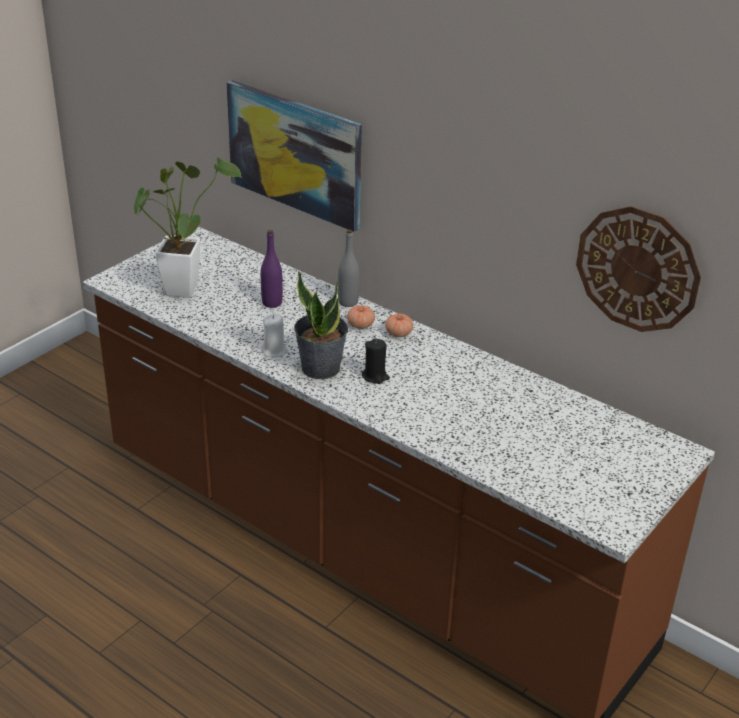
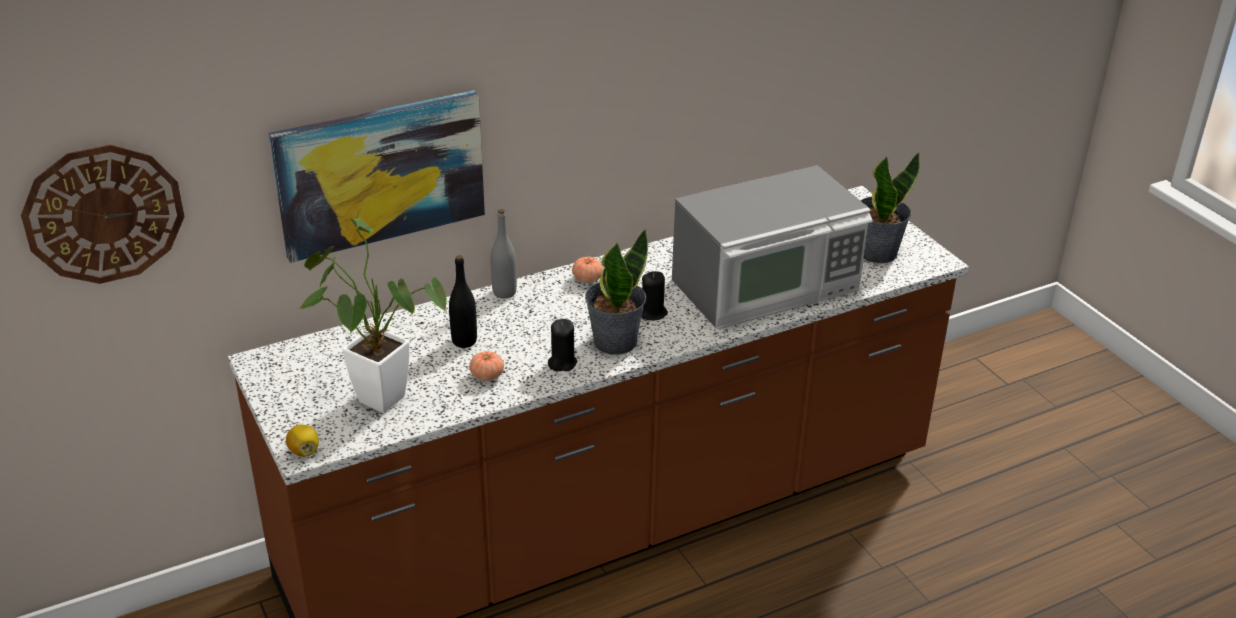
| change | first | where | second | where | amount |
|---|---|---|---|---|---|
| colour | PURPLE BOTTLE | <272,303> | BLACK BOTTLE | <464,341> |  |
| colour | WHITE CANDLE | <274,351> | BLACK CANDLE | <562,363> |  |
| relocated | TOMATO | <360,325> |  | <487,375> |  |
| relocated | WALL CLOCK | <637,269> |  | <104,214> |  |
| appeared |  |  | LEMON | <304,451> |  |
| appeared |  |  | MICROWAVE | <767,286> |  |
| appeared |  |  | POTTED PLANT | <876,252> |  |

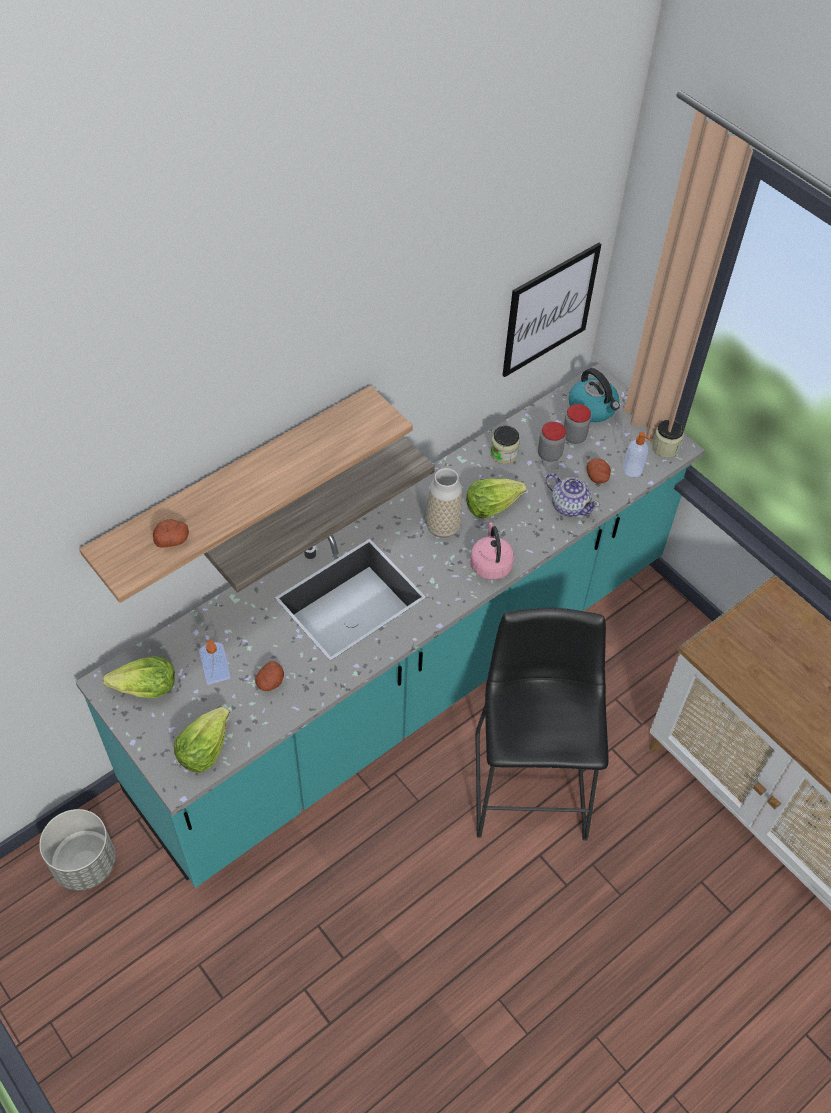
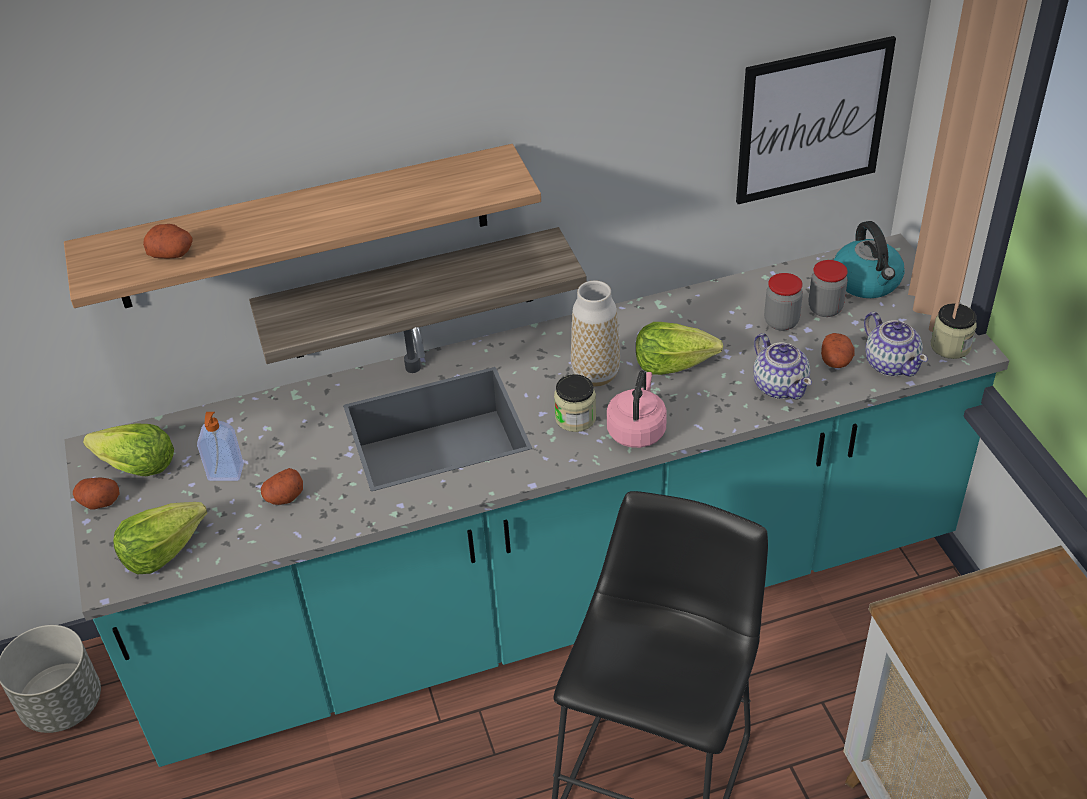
| change | first | where | second | where | amount |
|---|---|---|---|---|---|
| relocated | JAR | <504,454> |  | <575,418> |  |
| exchanged | SOAP DISPENSER | <633,470> | TEAPOT | <891,363> |  |
| appeared |  |  | POTATO | <98,502> |  |

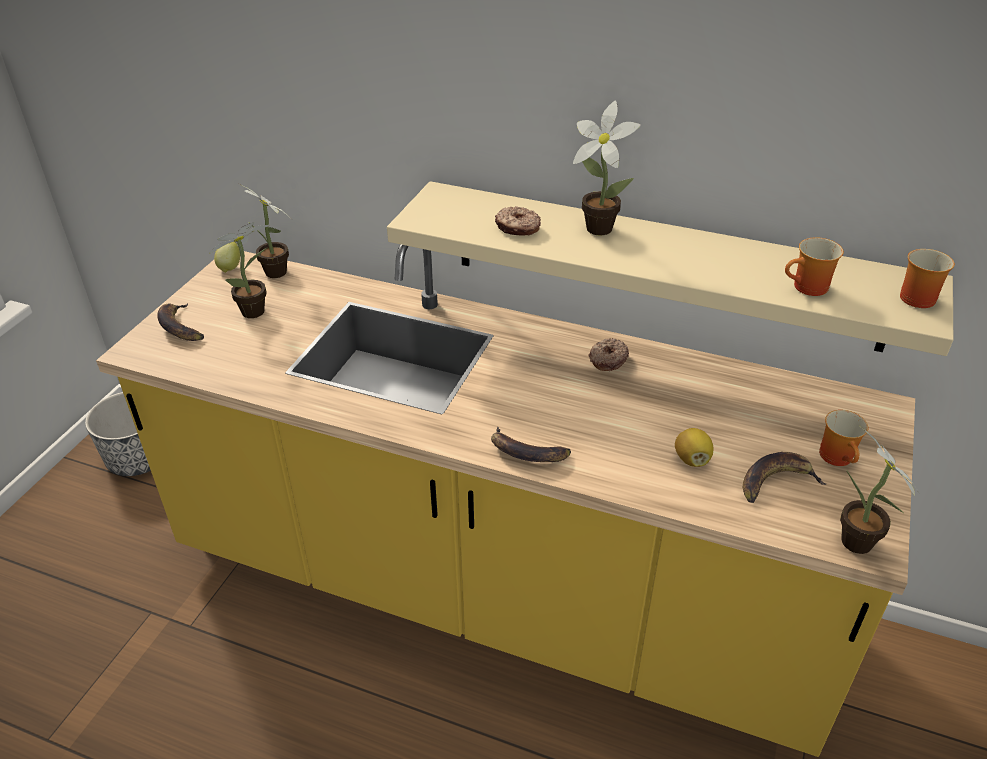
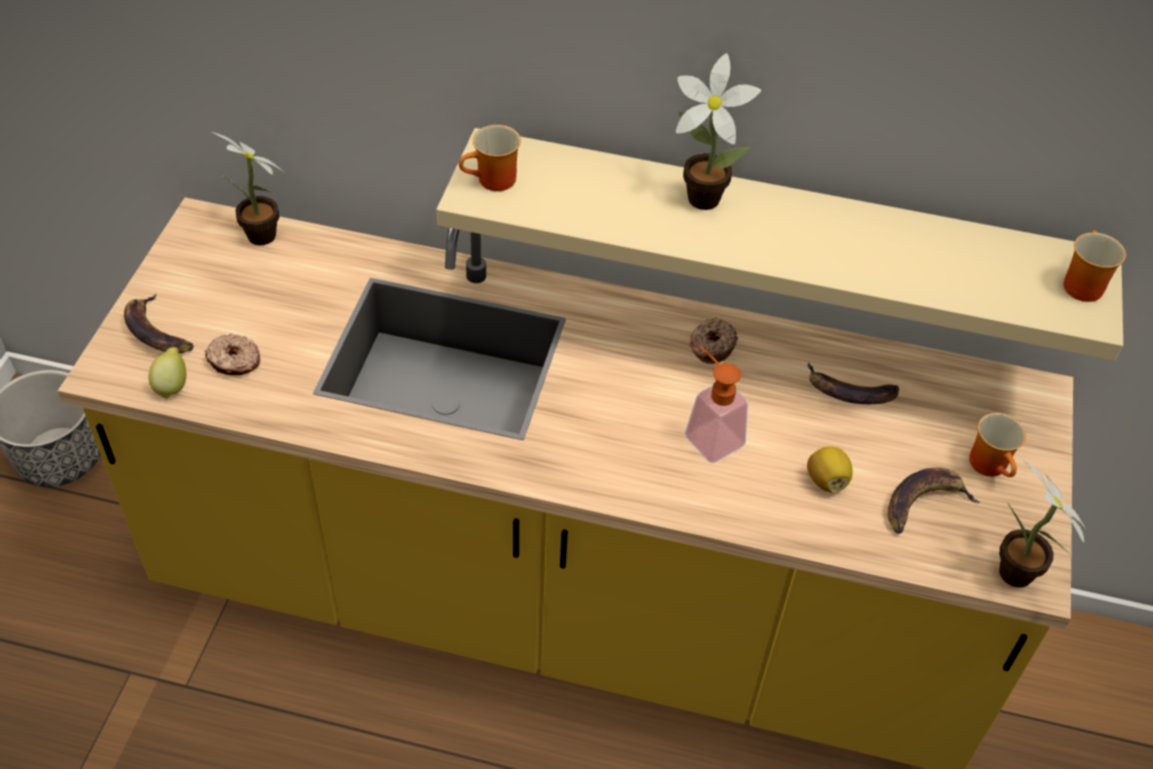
| change | first | where | second | where | amount |
|---|---|---|---|---|---|
| missing | POTTED PLANT | <257,310> |  |  |  |
| relocated | LEMON | <230,267> |  | <172,385> |  |
| relocated | BANANA | <526,452> |  | <849,392> |  |
| relocated | DONUT | <517,228> |  | <234,361> |  |
| relocated | MUG | <808,289> |  | <494,182> |  |
| appeared |  |  | SOAP DISPENSER | <707,434> |  |

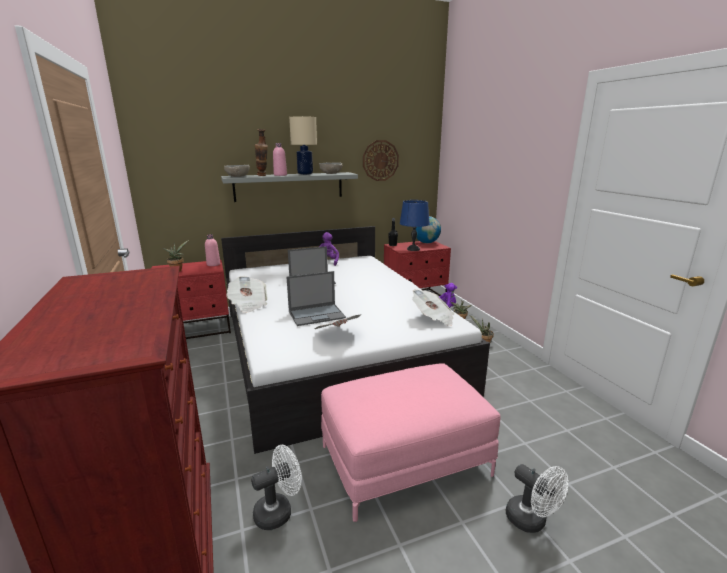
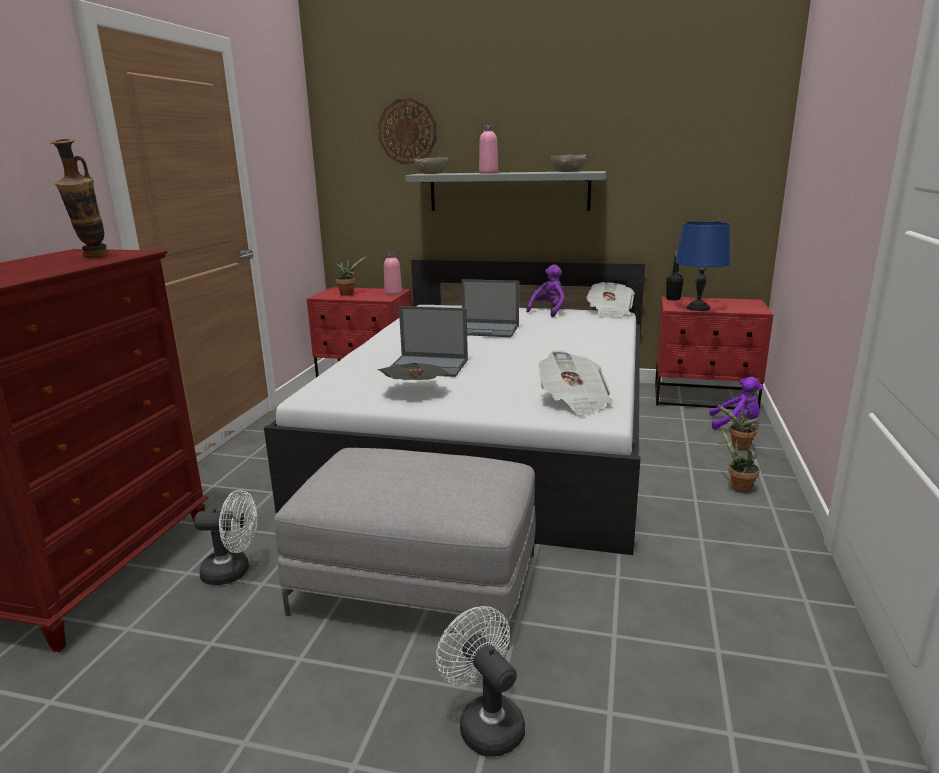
| change | first | where | second | where | amount |
|---|---|---|---|---|---|
| relocated | NEWSPAPER | <248,304> |  | <609,312> |  |
| relocated | VASE | <263,176> |  | <92,257> |  |
| missing | BEIGE TABLE LAMP | <305,174> |  |  |  |
| colour | PINK OTTOMAN | <404,459> | GREY OTTOMAN | <417,581> |  |
| relocated | WALL CLOCK | <380,160> |  | <407,131> |  |
| missing | GLOBE | <426,243> |  |  |  |
| spun | WHITE FAN | <531,521> |  | <485,722> | 150 degrees clockwise |

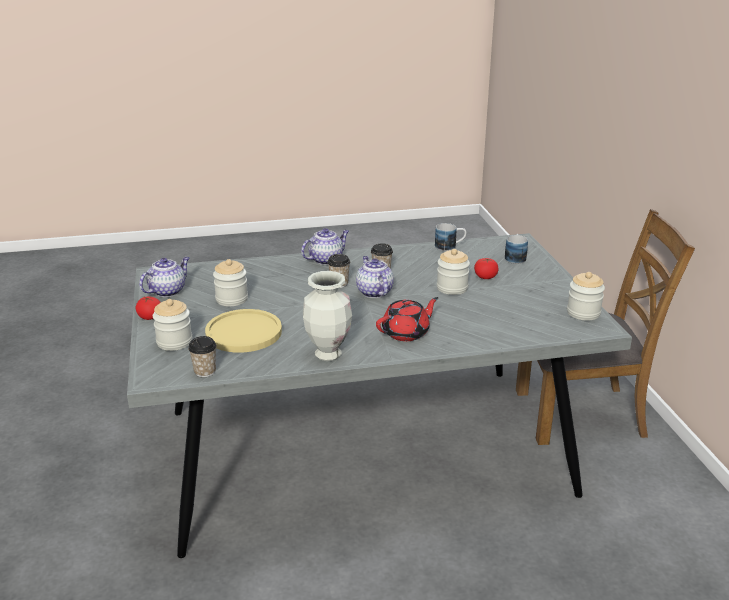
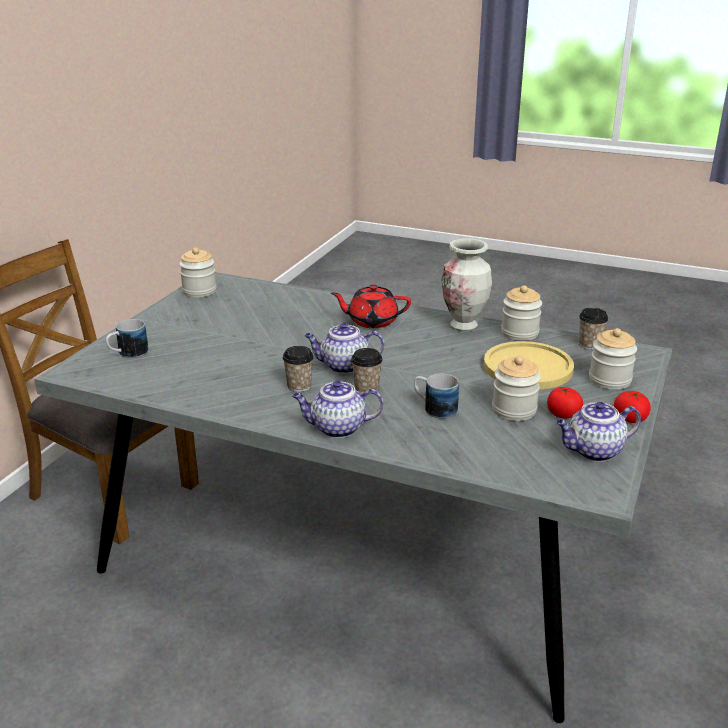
| change | first | where | second | where | amount |
|---|---|---|---|---|---|
| spun | TEAPOT | <373,292> |  | <343,366> | 75 degrees clockwise |
| relocated | MUG | <450,247> |  | <434,408> |  |
| relocated | JAR | <452,288> |  | <519,333> |  |
| relocated | TOMATO | <485,277> |  | <563,415> |  |

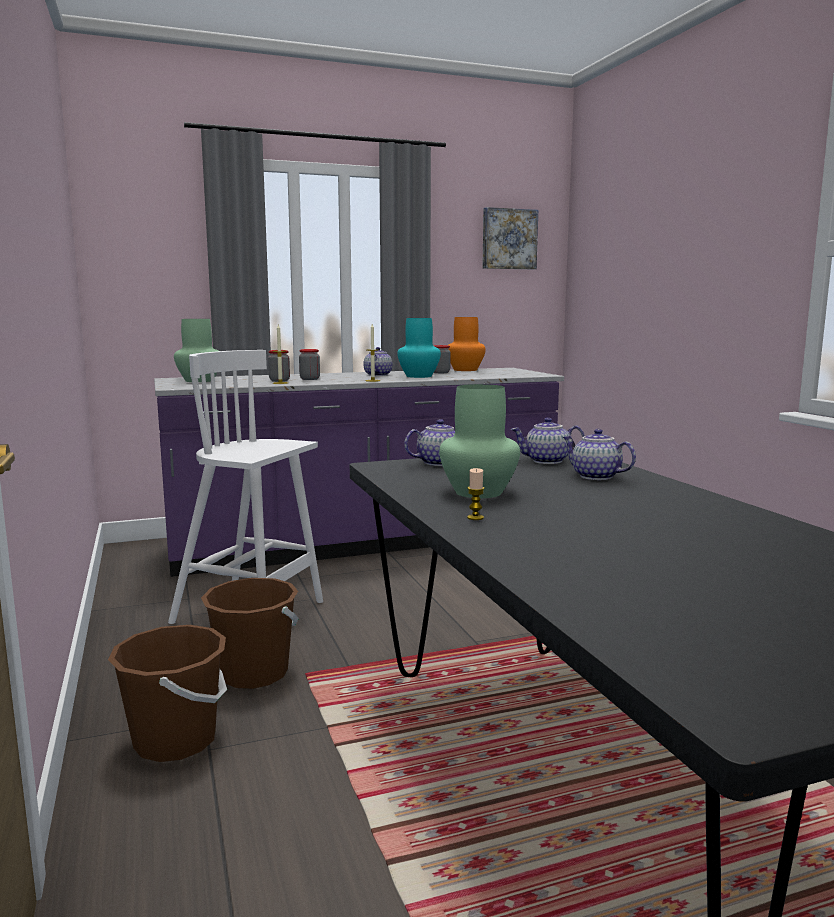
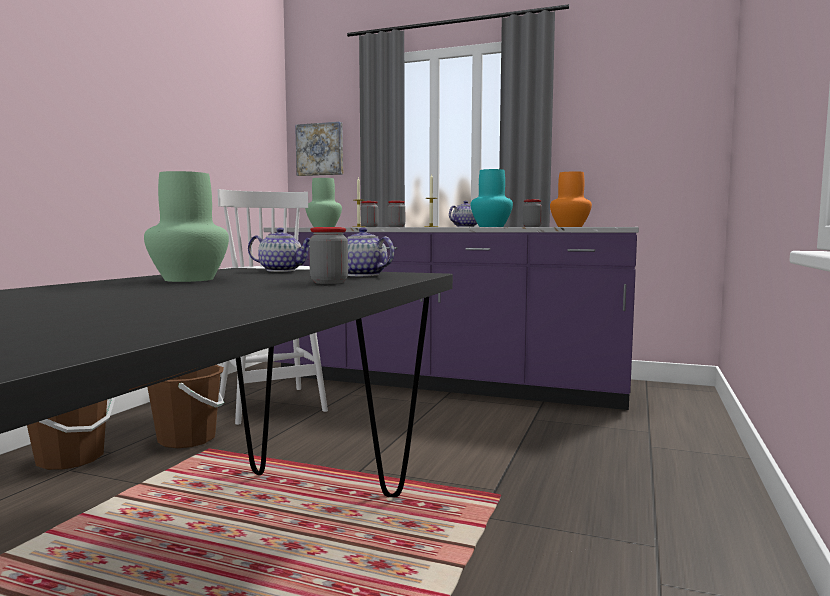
| change | first | where | second | where | amount |
|---|---|---|---|---|---|
| missing | CANDLE | <475,518> |  |  |  |
| relocated | PICTURE | <508,239> |  | <320,149> |  |
| exchanged | TEAPOT | <595,476> | JAR | <329,282> |  |

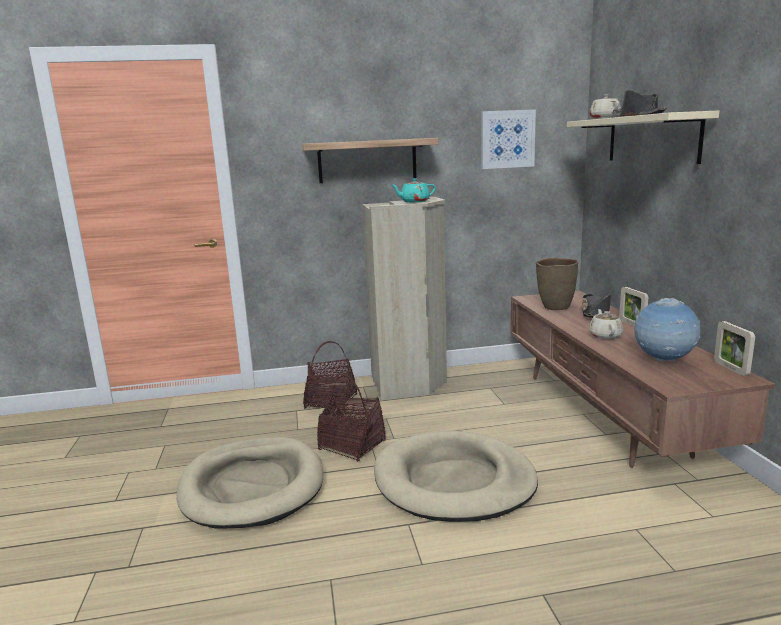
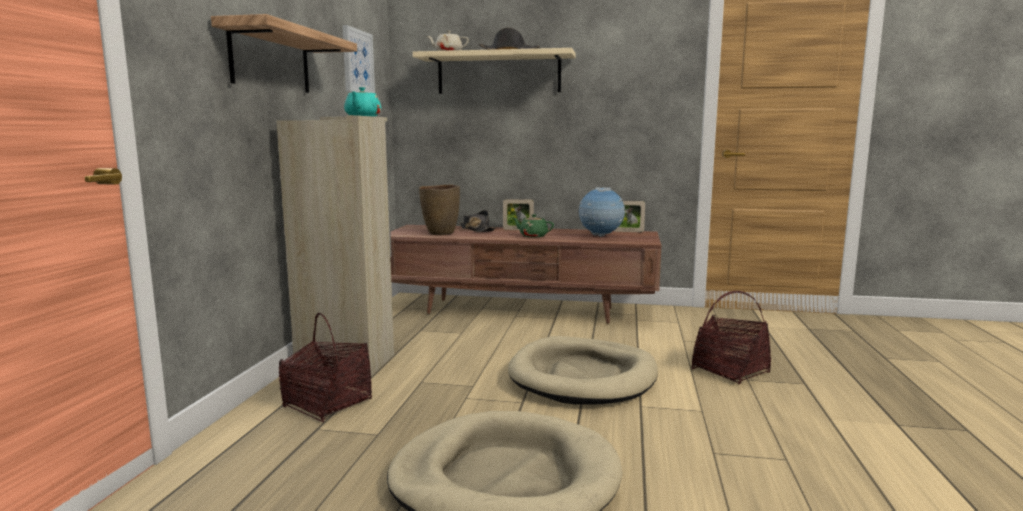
| change | first | where | second | where | amount |
|---|---|---|---|---|---|
| relocated | BASKET | <352,446> |  | <730,371> |  |
| colour | BEIGE TEAPOT | <605,335> | GREEN TEAPOT | <533,236> |  |

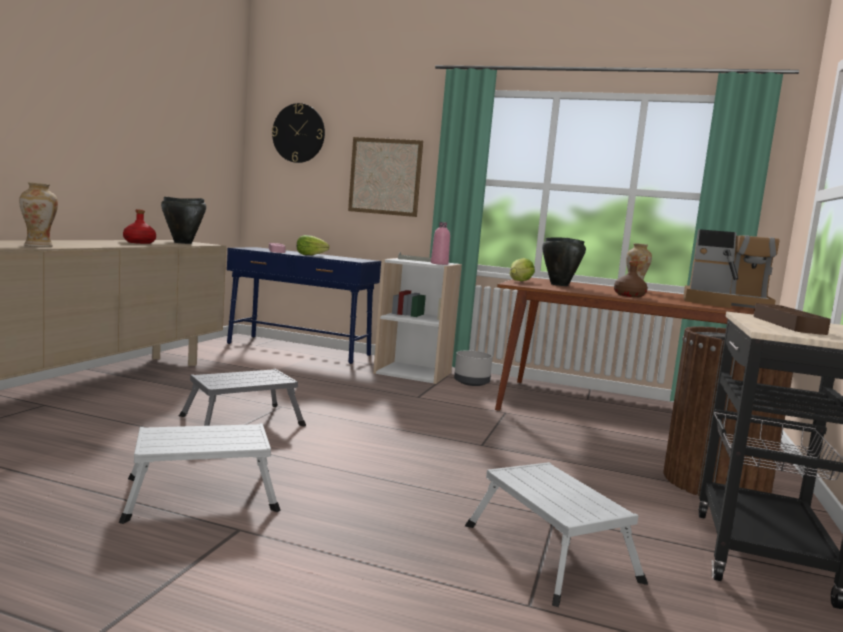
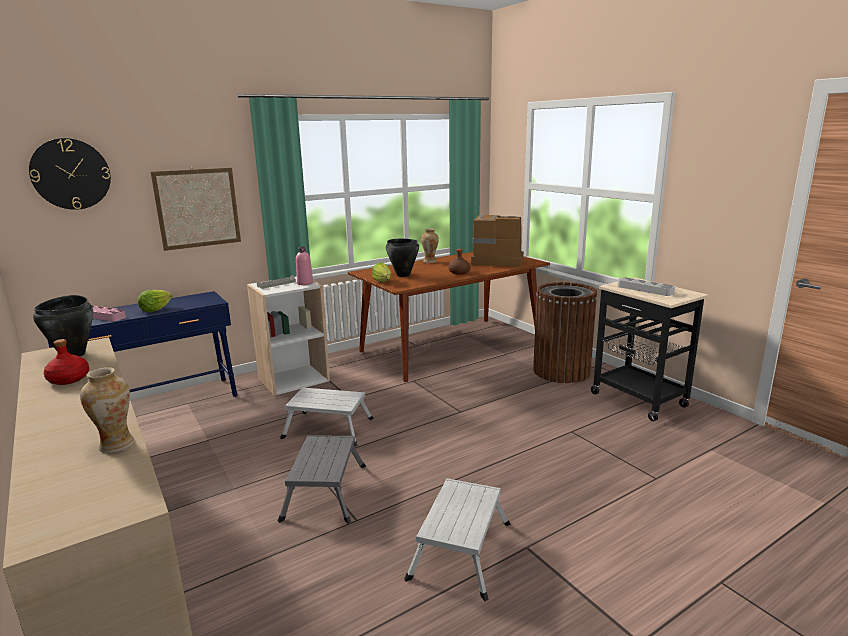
| change | first | where | second | where | amount |
|---|---|---|---|---|---|
| missing | GREY PLANTER | <471,382> |  |  |  |
| relocated | WHITE STEP LADDER | <551,553> |  | <329,428> |  |
| spun | COFFEE MACHINE | <726,304> |  | <497,260> | 135 degrees counterclockwise |
| colour | BROWN TRAY | <787,324> | GREY TRAY | <645,289> |  |

